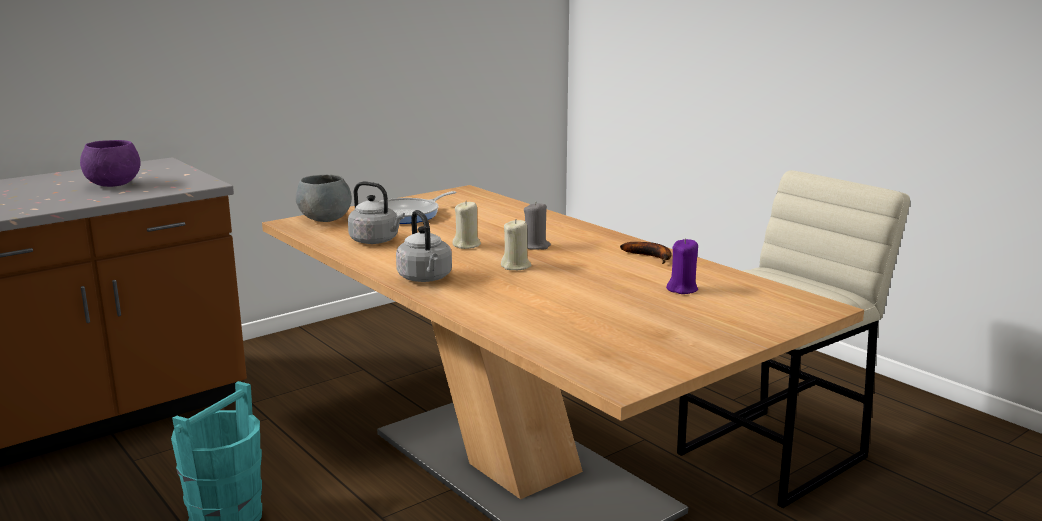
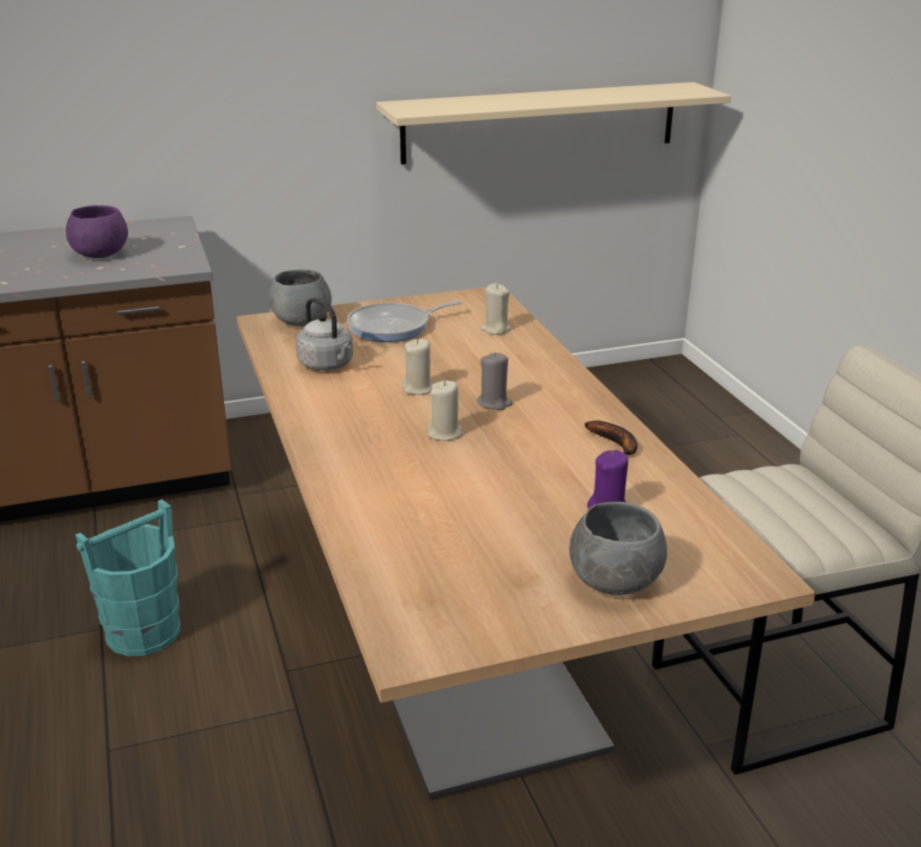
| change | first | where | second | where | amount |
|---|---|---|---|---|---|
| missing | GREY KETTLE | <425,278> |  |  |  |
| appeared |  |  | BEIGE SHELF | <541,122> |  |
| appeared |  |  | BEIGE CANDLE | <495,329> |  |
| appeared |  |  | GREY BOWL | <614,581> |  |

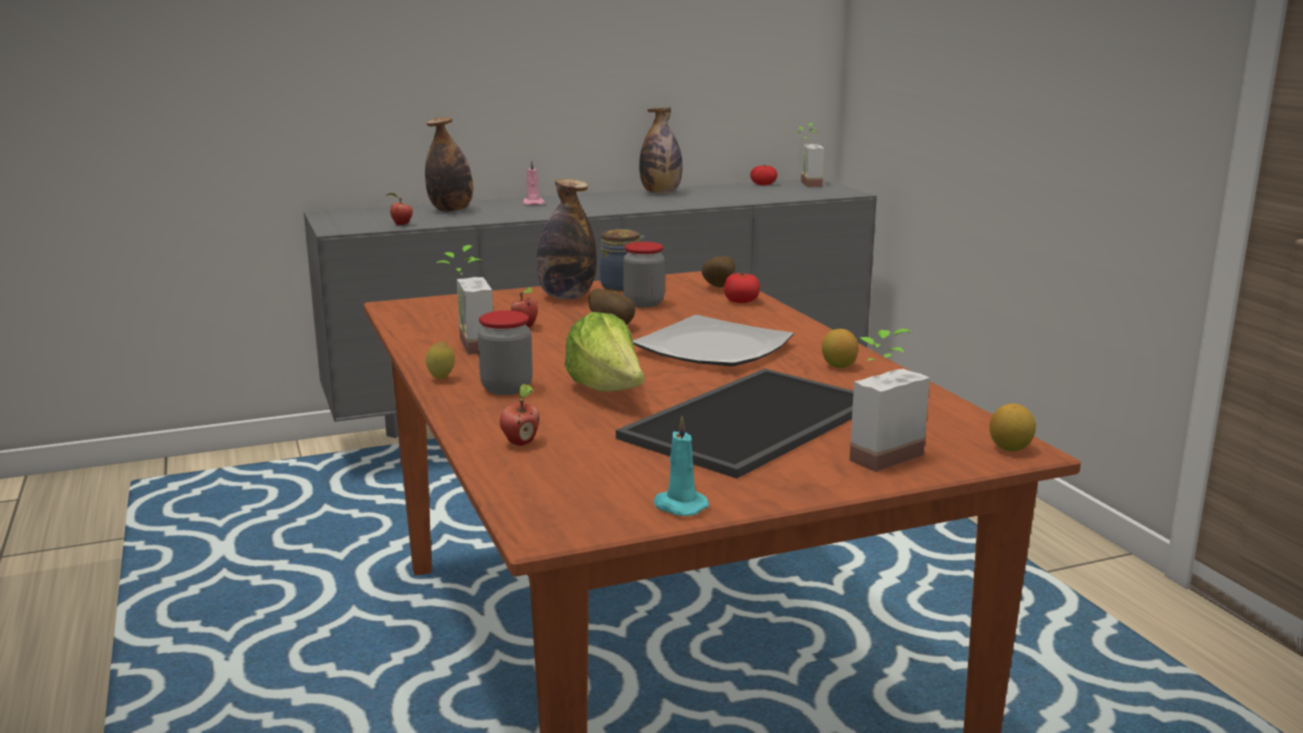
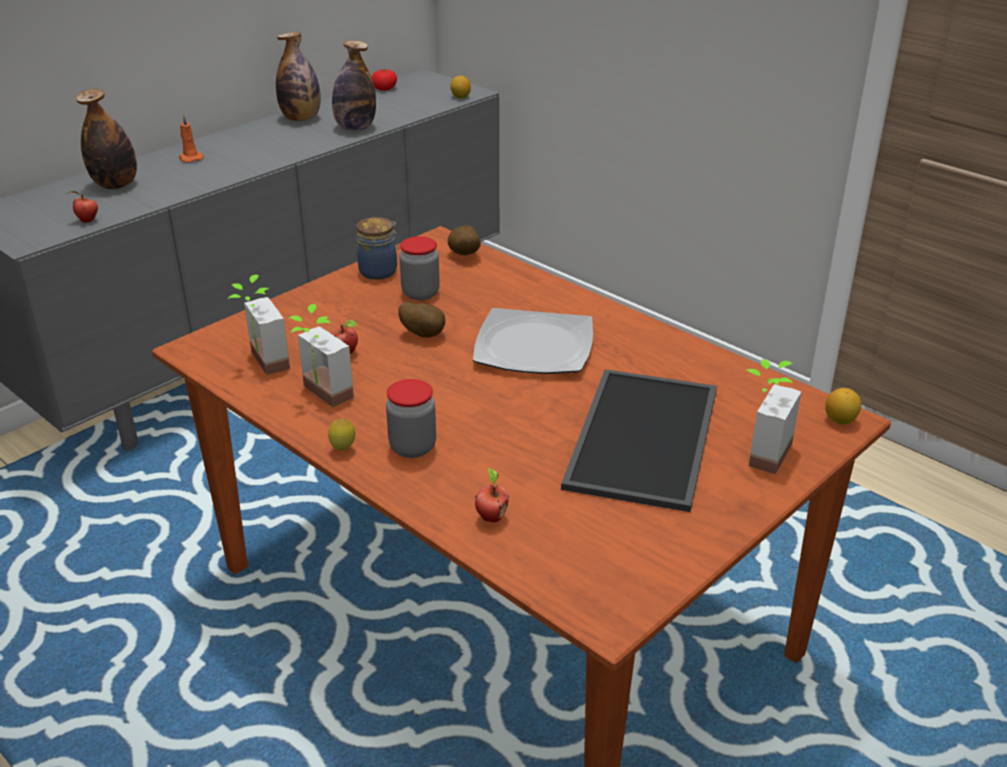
| change | first | where | second | where | amount |
|---|---|---|---|---|---|
| colour | PINK CANDLE | <533,203> | ORANGE CANDLE | <190,158> |  |
| relocated | BOTTLE | <566,297> |  | <355,128> |  |
| missing | LETTUCE | <608,392> |  |  |  |
| missing | TURQUOISE CANDLE | <678,506> |  |  |  |
| missing | TOMATO | <741,301> |  |  |  |
| relocated | POTTED PLANT | <804,184> |  | <260,363> |  |
| relocated | LEMON | <839,366> |  | <460,97> |  |

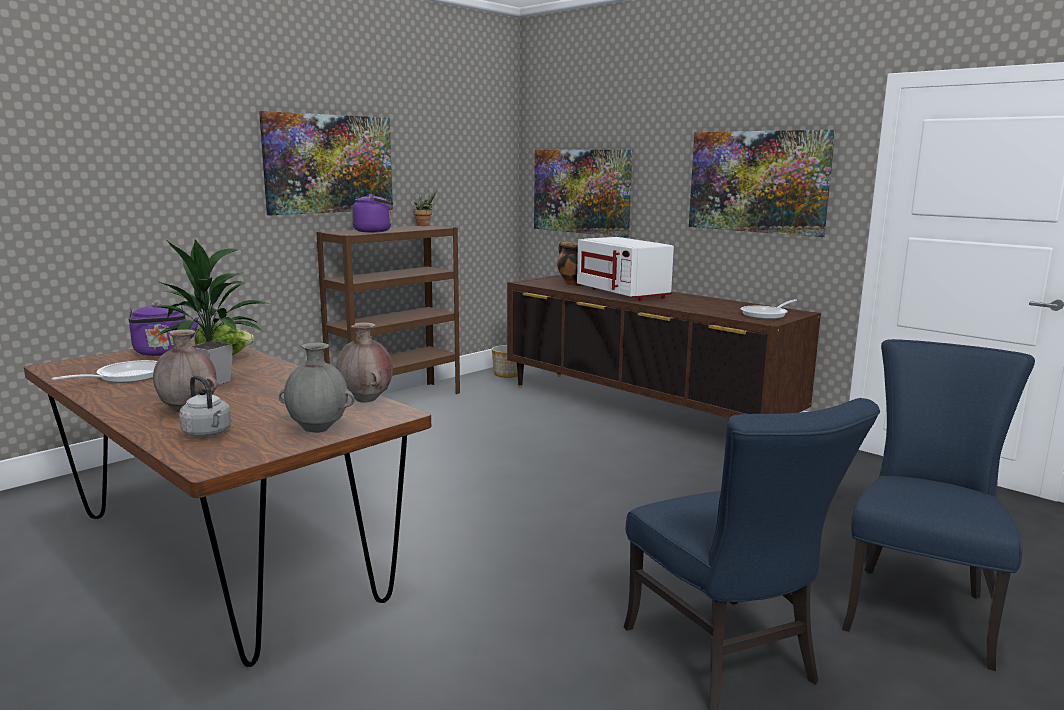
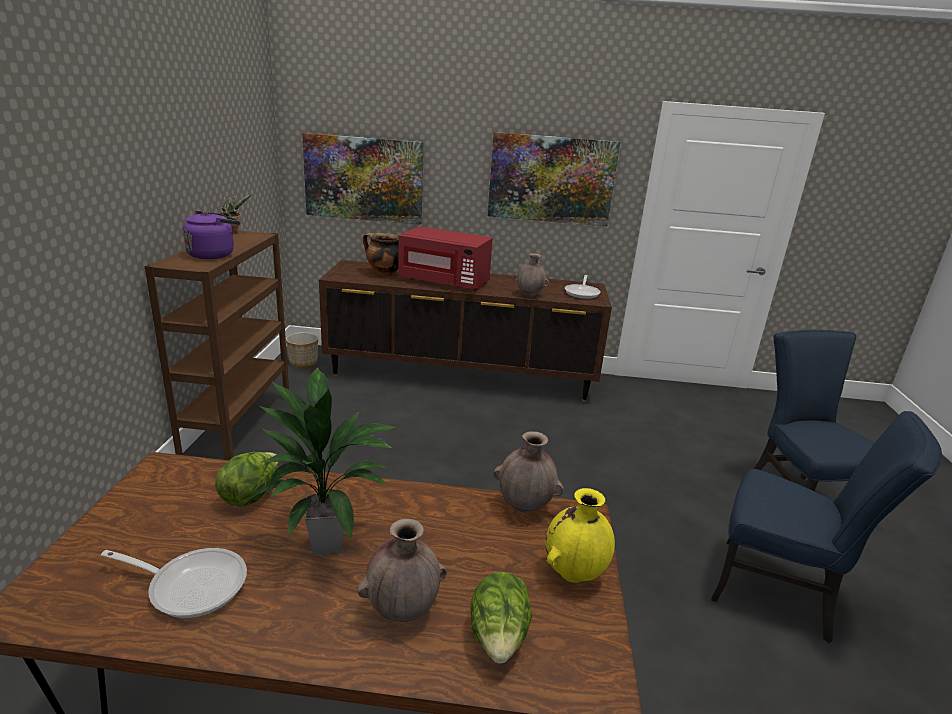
| change | first | where | second | where | amount |
|---|---|---|---|---|---|
| spun | FRYING PAN | <125,377> |  | <191,585> | 105 degrees clockwise |
| missing | PURPLE KETTLE | <162,353> |  |  |  |
| exchanged | GREY KETTLE | <208,433> | LETTUCE | <498,638> |  |
| missing | PICTURE | <329,164> |  |  |  |
| colour | GREY VASE | <318,429> | YELLOW VASE | <574,573> |  |
| colour | WHITE MICROWAVE | <623,293> | RED MICROWAVE | <445,281> |  |
| appeared |  |  | BROWN VASE | <530,295> |  |

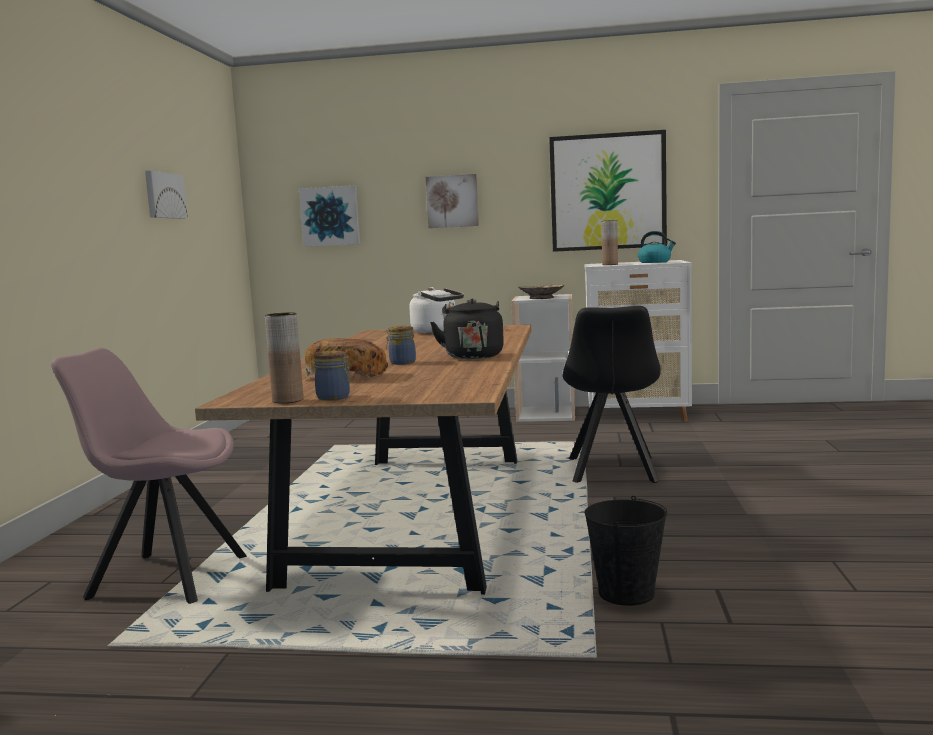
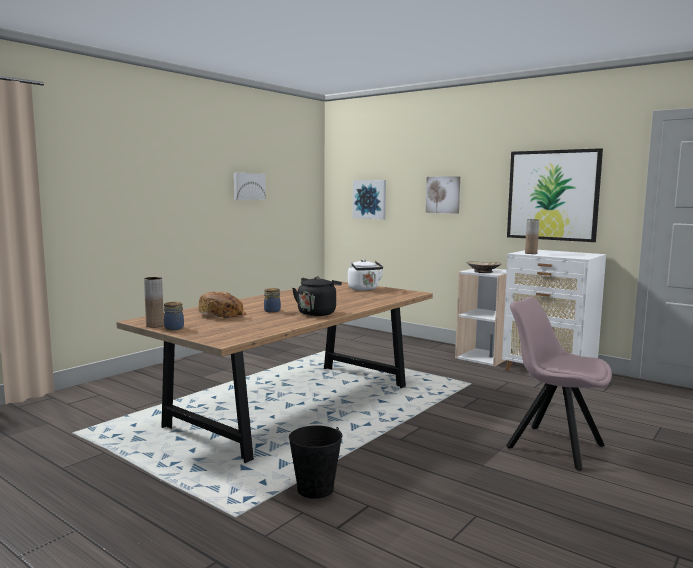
| change | first | where | second | where | amount |
|---|---|---|---|---|---|
| relocated | PINK CHAIR | <167,577> |  | <554,446> |  |
| missing | BLACK CHAIR | <612,470> |  |  |  |
| missing | KETTLE | <655,262> |  |  |  |

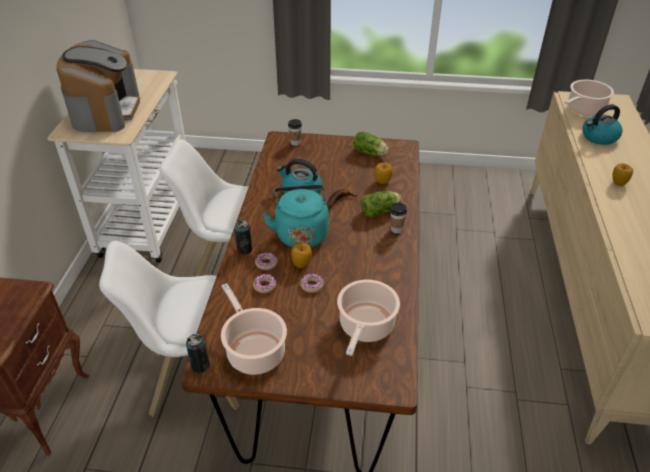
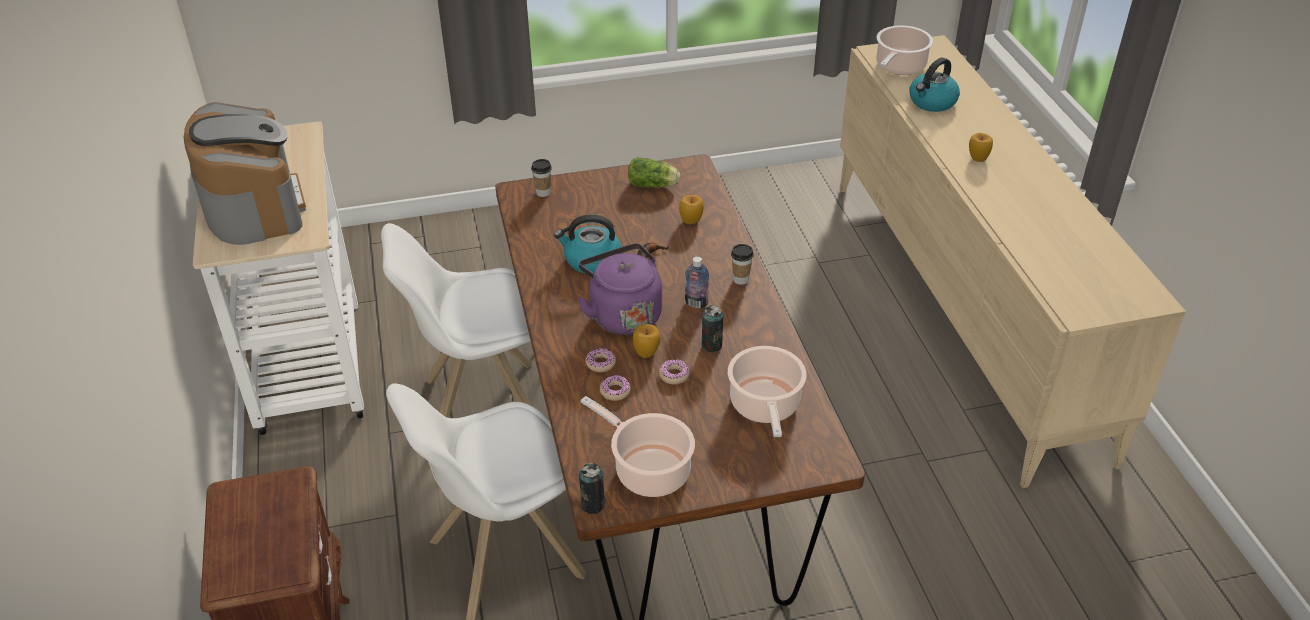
| change | first | where | second | where | amount |
|---|---|---|---|---|---|
| relocated | CAN | <244,249> |  | <711,345> |  |
| colour | TURQUOISE KETTLE | <301,233> | PURPLE KETTLE | <623,314> |  |
| missing | LETTUCE | <381,211> |  |  |  |
| appeared |  |  | BOTTLE | <696,303> |  |

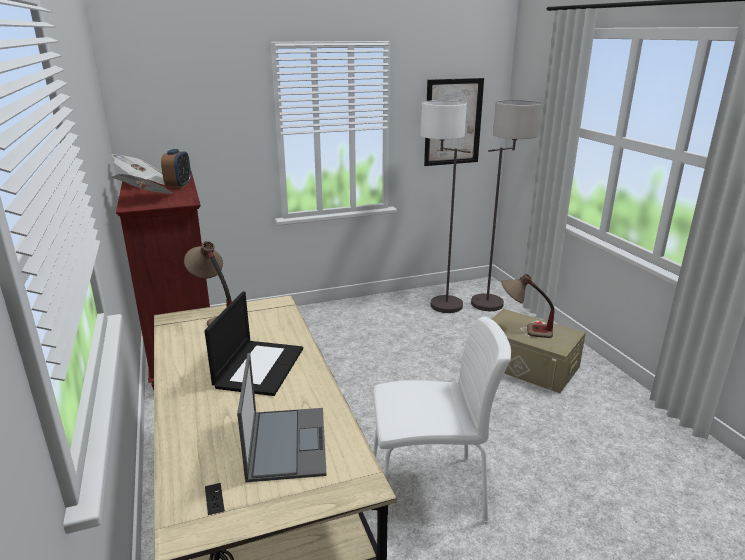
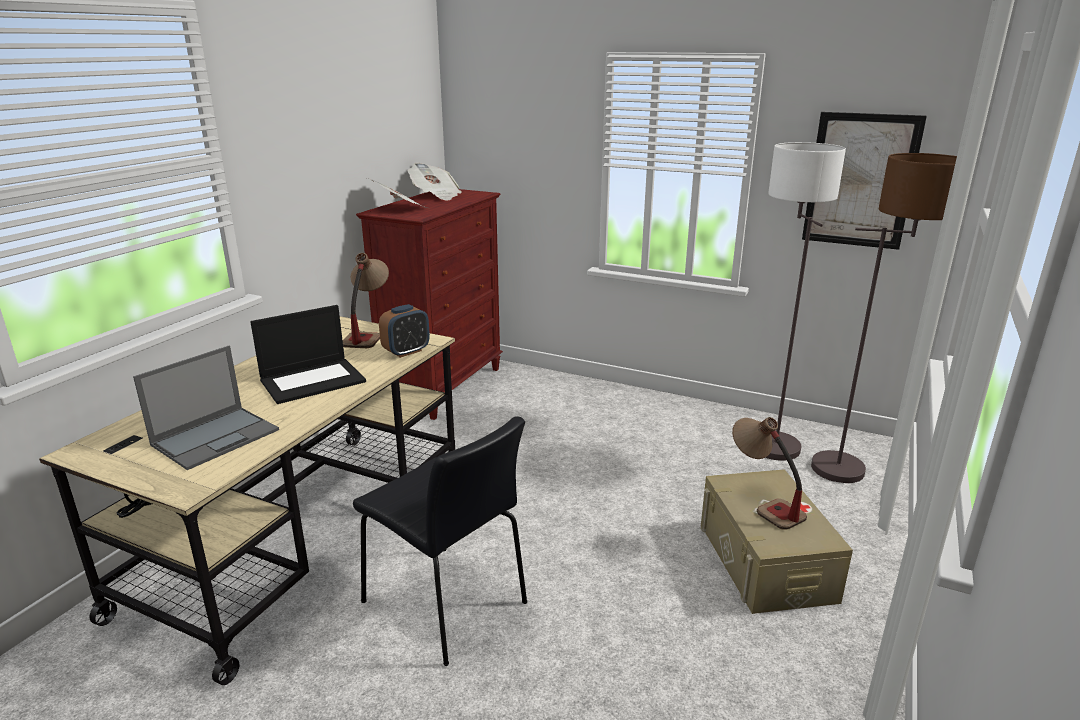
| change | first | where | second | where | amount |
|---|---|---|---|---|---|
| relocated | ALARM CLOCK | <179,185> |  | <406,351> |  |
| colour | WHITE CHAIR | <431,490> | BLACK CHAIR | <449,604> |  |
| colour | GREY FLOOR LAMP | <494,302> | BROWN FLOOR LAMP | <854,471> |  |

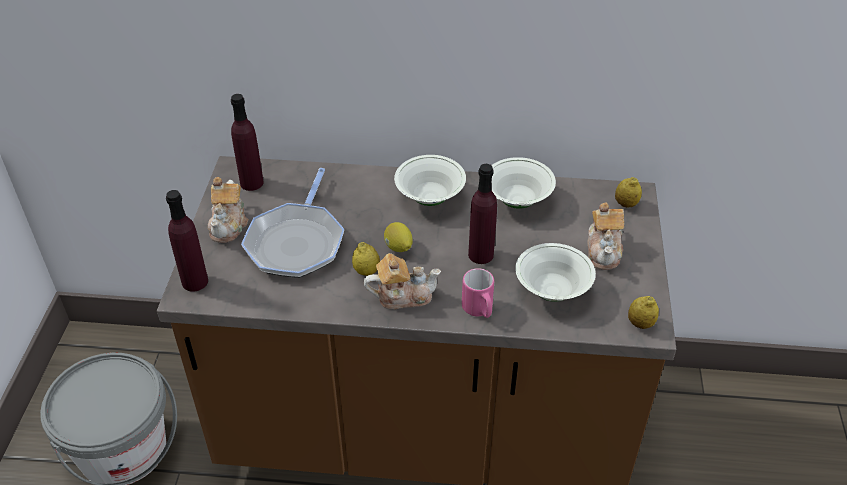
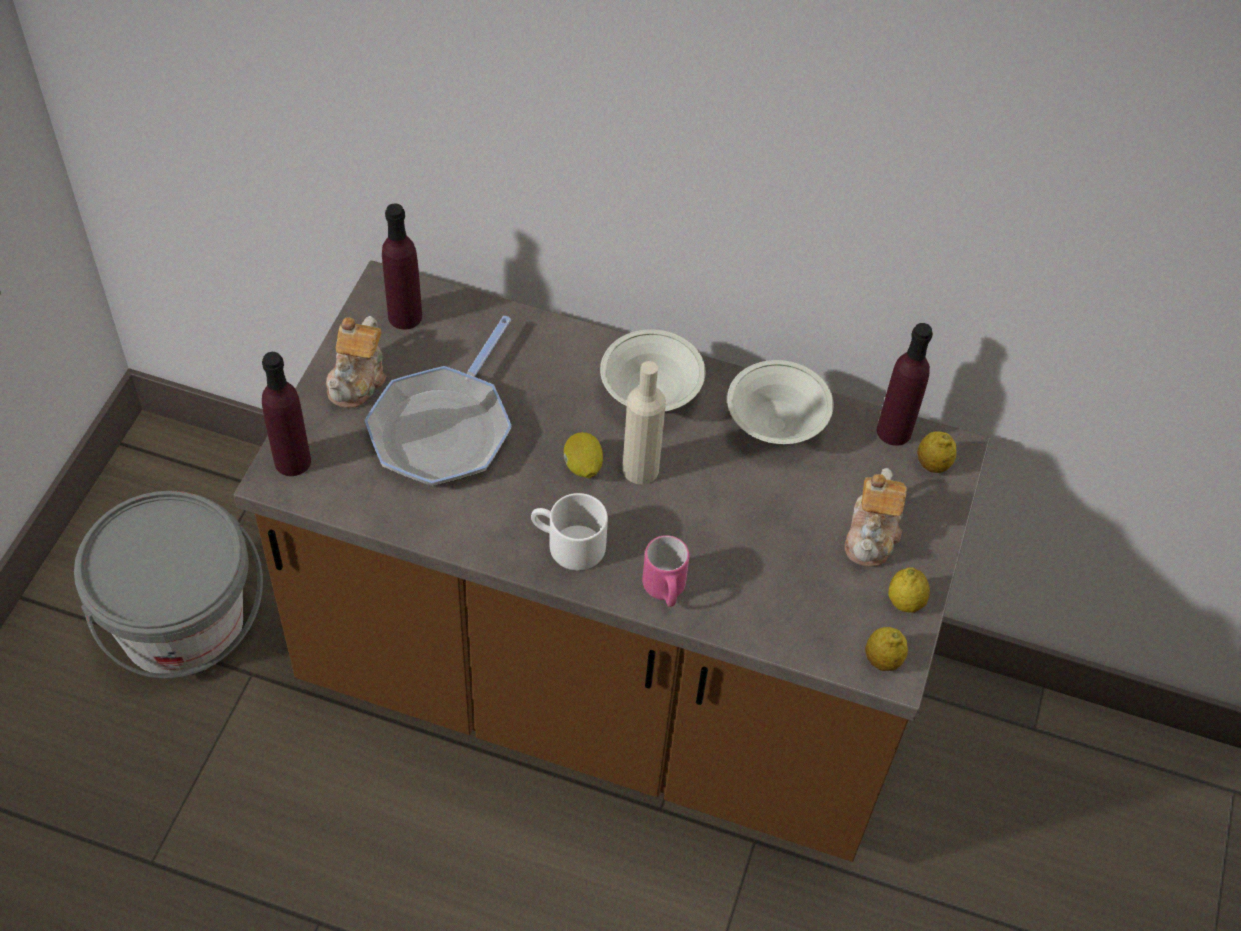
| change | first | where | second | where | amount |
|---|---|---|---|---|---|
| relocated | LEMON | <366,271> |  | <905,602> |  |
| exchanged | TEAPOT | <403,295> | WHITE MUG | <567,544> |  |
| relocated | PURPLE BOTTLE | <481,255> |  | <894,431> |  |
| missing | WHITE BOWL | <552,291> |  |  |  |
| appeared |  |  | BEIGE BOTTLE | <640,469> |  |

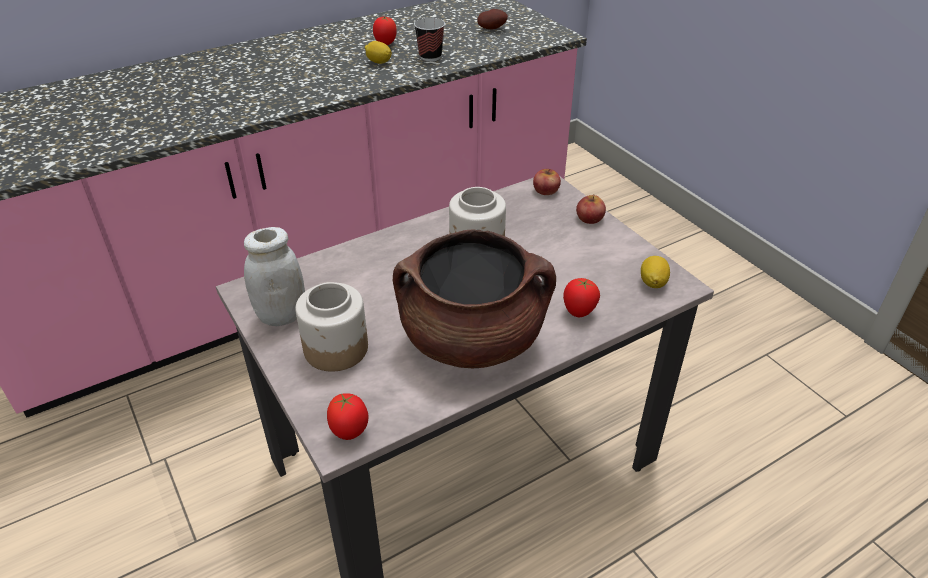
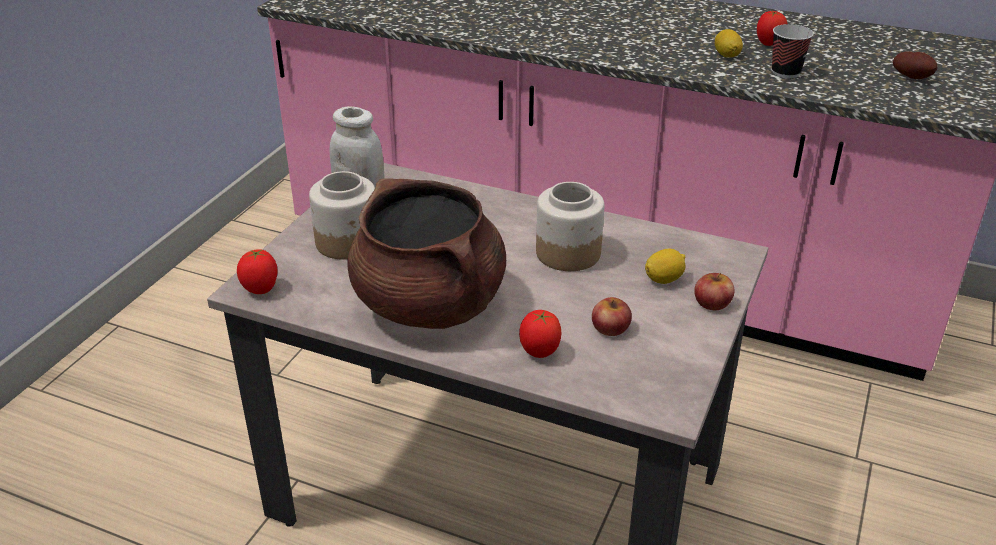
| change | first | where | second | where | amount |
|---|---|---|---|---|---|
| relocated | APPLE | <546,190> |  | <610,328> |  |
| relocated | LEMON | <653,282> |  | <664,279> |  |

